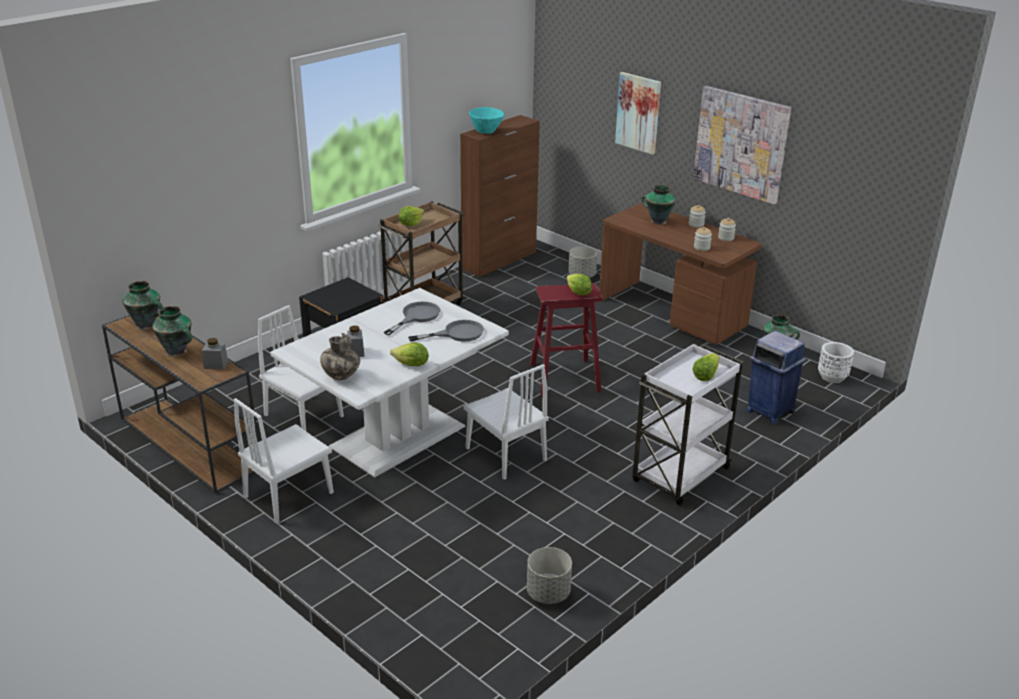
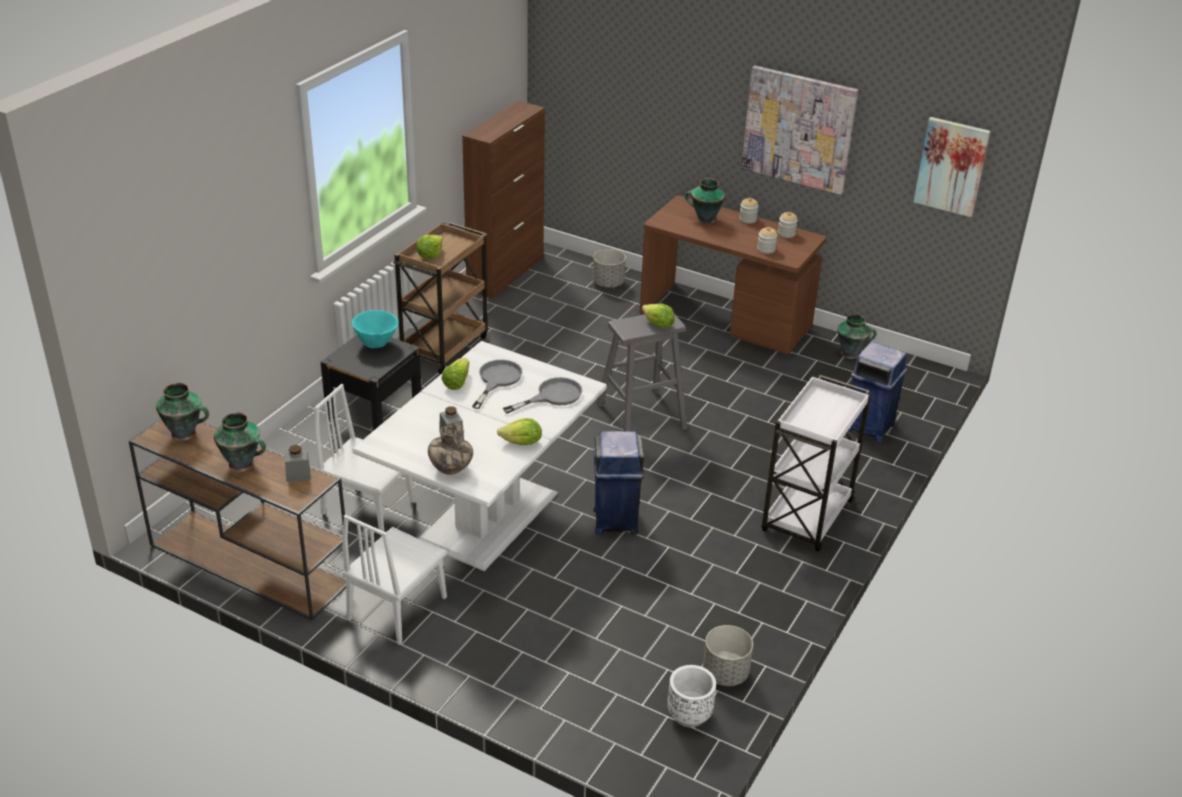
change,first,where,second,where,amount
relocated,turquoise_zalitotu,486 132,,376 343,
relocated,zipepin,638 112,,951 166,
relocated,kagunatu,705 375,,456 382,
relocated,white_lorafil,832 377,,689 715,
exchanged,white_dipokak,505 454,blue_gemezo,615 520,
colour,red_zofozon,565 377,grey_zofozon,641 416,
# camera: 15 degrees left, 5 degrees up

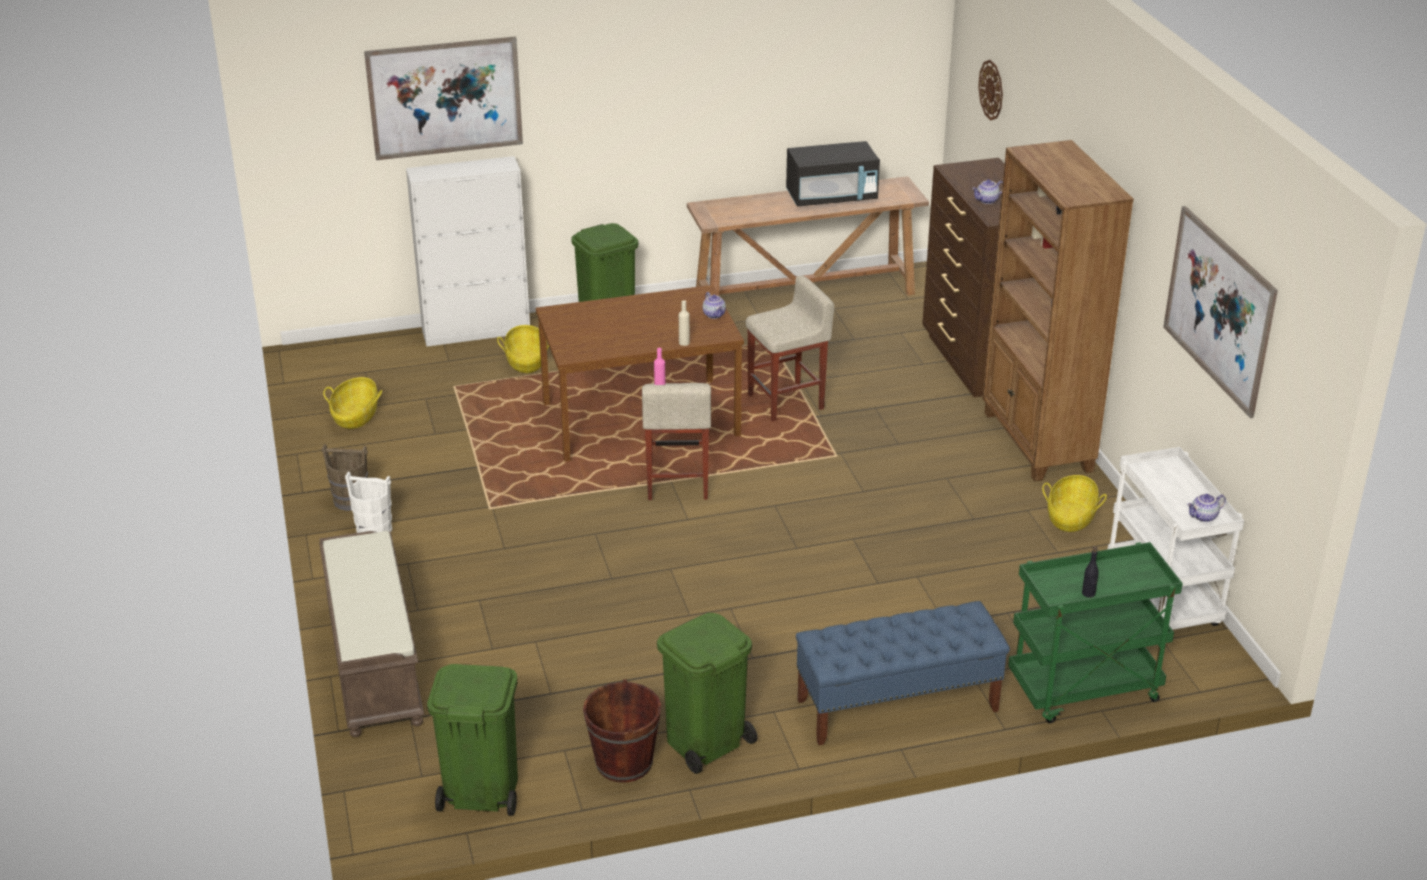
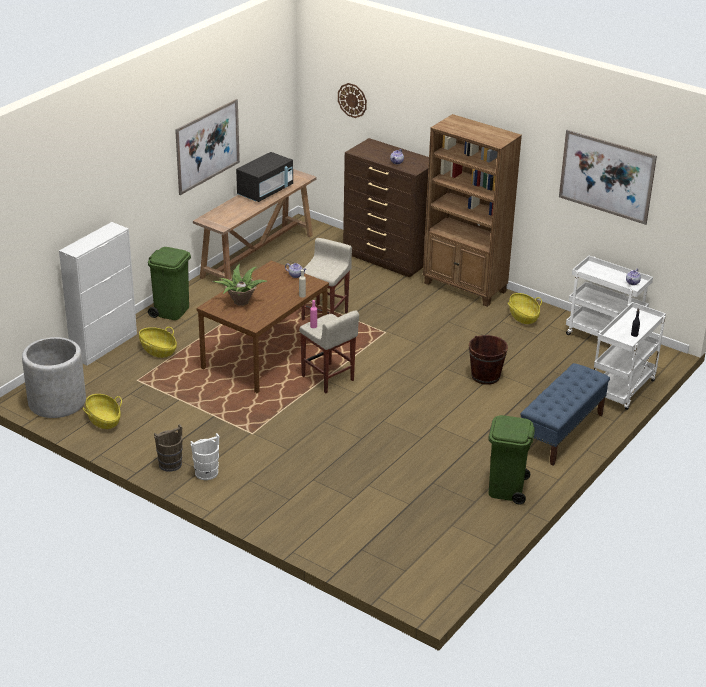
change,first,where,second,where,amount
missing,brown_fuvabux,373 663,,,
missing,green_gemezo,480 791,,,
appeared,,,grey_lorafil,57 402,
appeared,,,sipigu,241 302,
relocated,zipepin,445 98,,207 146,
relocated,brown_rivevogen,624 763,,485 376,
colour,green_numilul,1083 691,white_numilul,623 390,
# camera: 40 degrees left, 0 degrees up

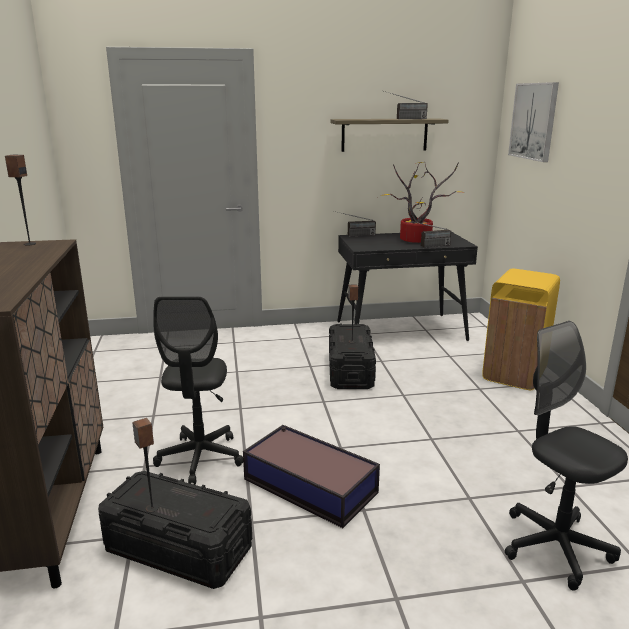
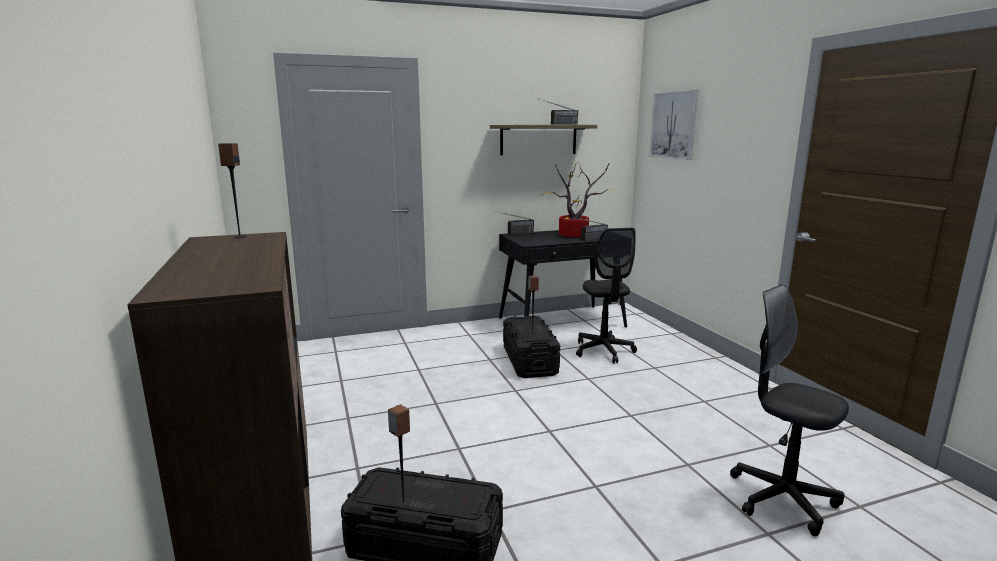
change,first,where,second,where,amount
missing,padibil,309 485,,,
missing,yellow_gemezo,515 374,,,
relocated,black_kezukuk,200 458,,603 351,
# camera: 10 degrees left, 5 degrees down

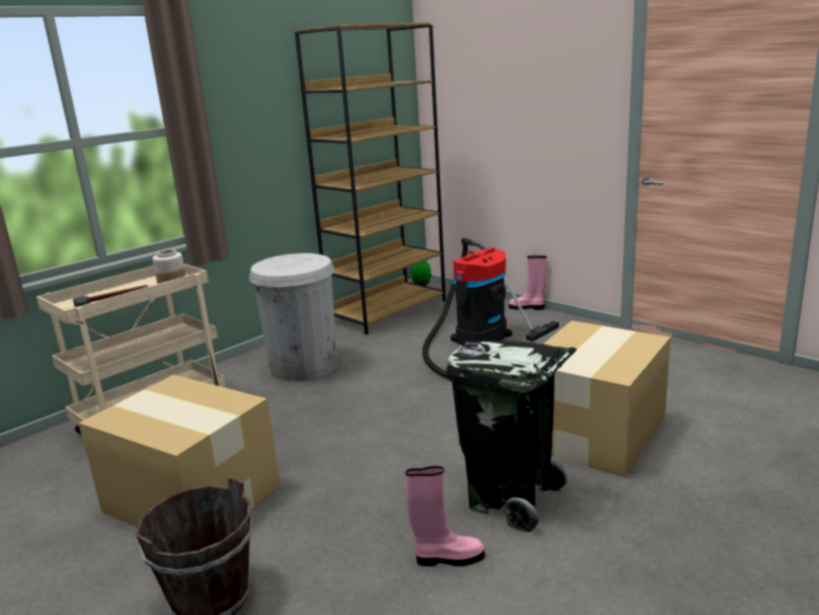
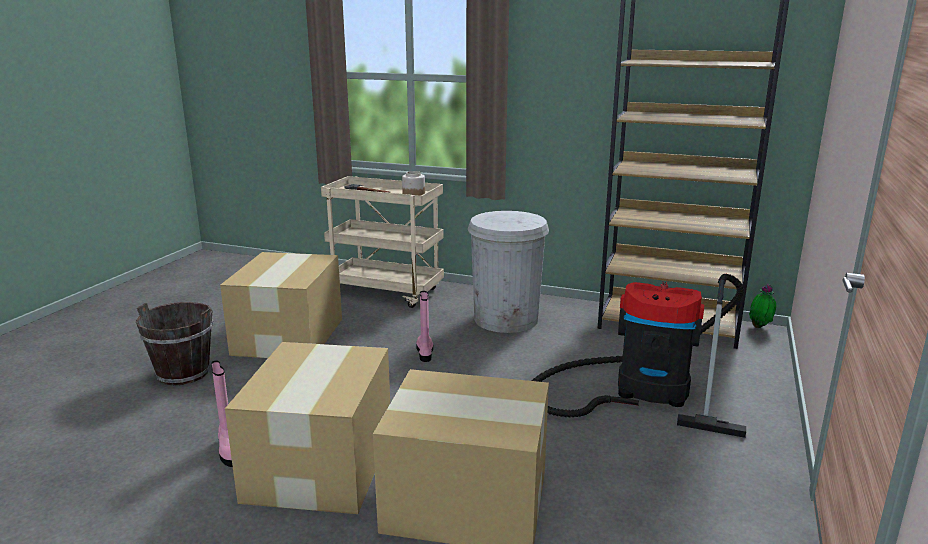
change,first,where,second,where,amount
relocated,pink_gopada,527 307,,425 352,
exchanged,black_gemezo,510 499,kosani,318 466,
# camera: 65 degrees right, 0 degrees up

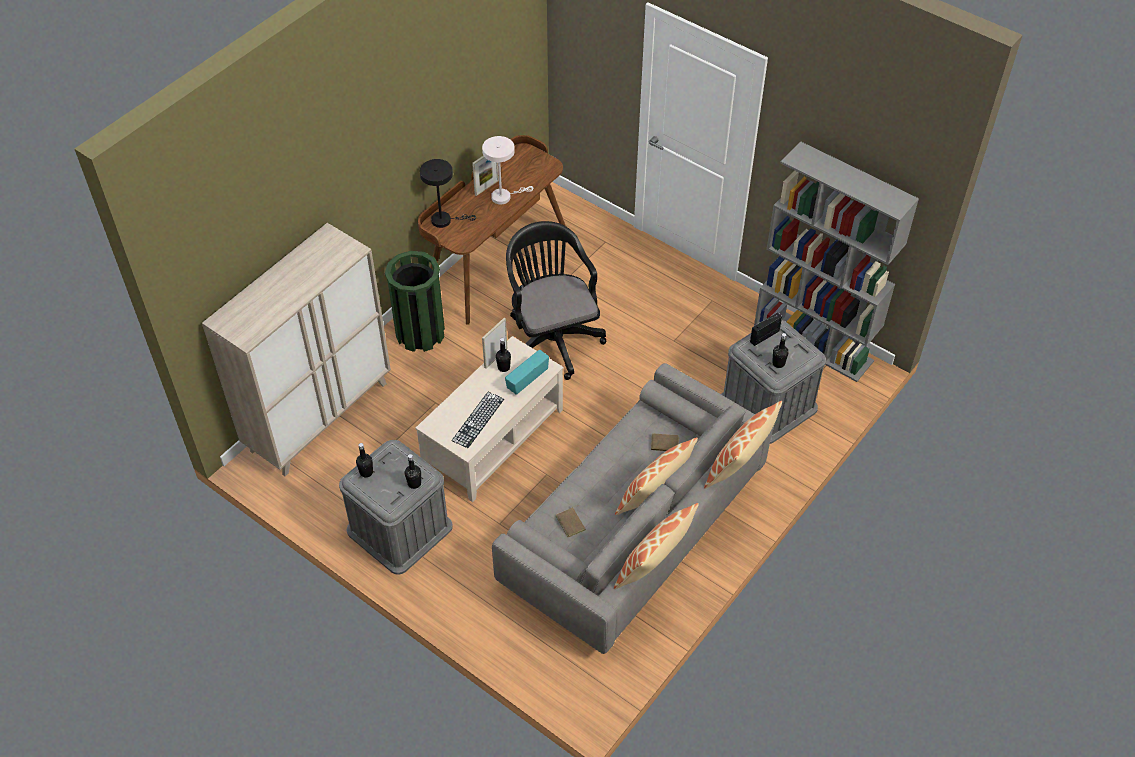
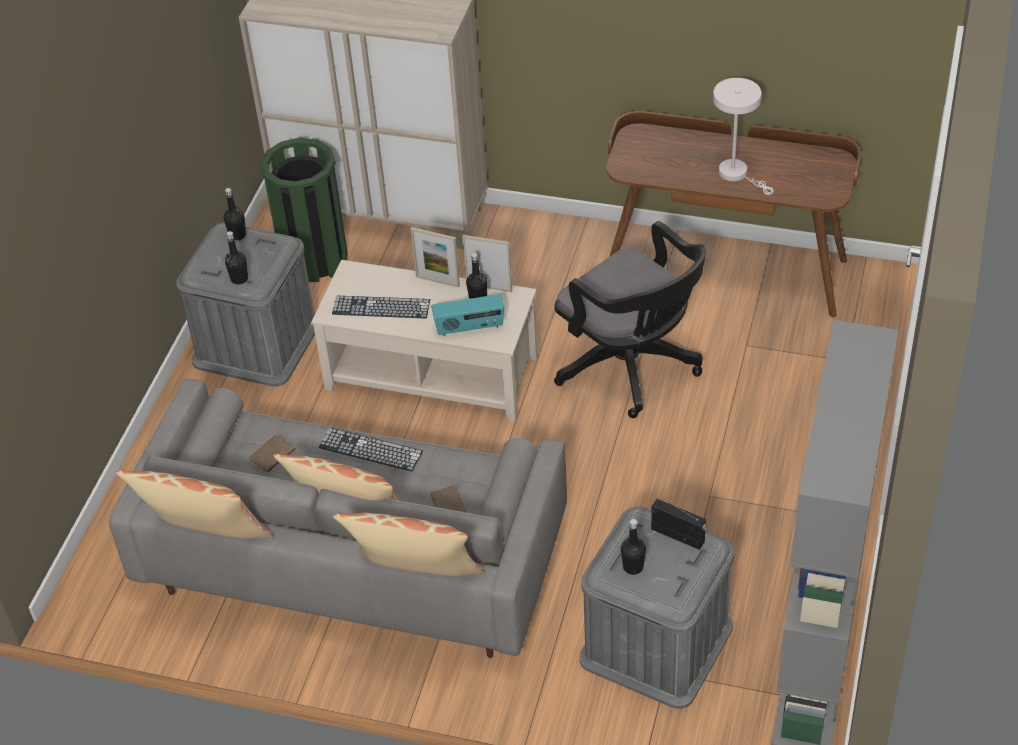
change,first,where,second,where,amount
missing,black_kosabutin,445 220,,,
appeared,,,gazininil,370 449,
relocated,green_gemezo,420 333,,314 259,
relocated,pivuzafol,486 188,,437 281,
spun,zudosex,527 380,,469 328,150 degrees clockwise
spun,black_kezukuk,552 337,,632 368,90 degrees clockwise
# camera: 70 degrees right, 5 degrees down

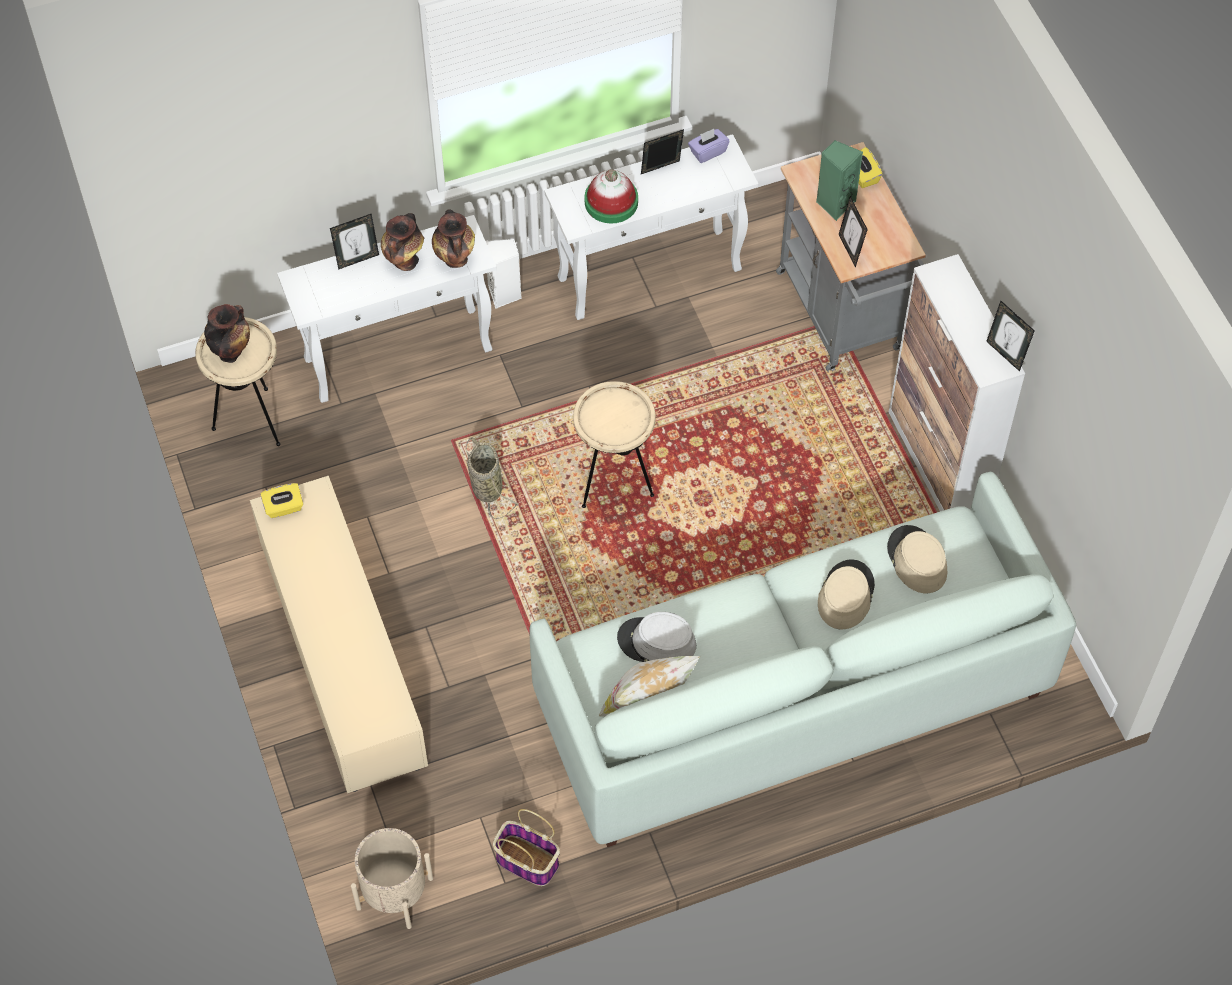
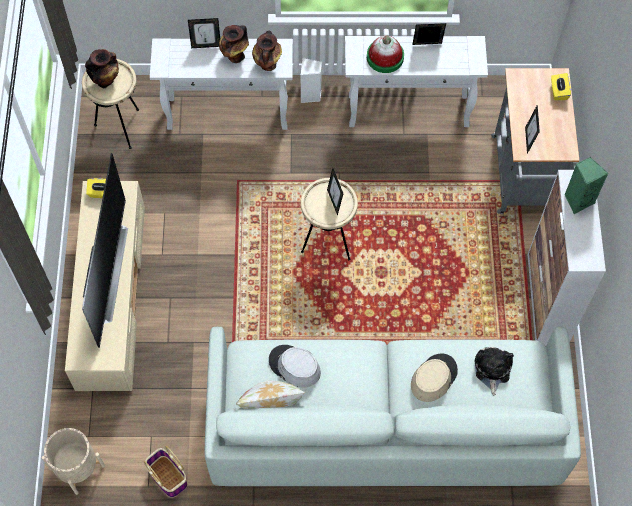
change,first,where,second,where,amount
missing,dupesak,486 486,,,
missing,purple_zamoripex,708 152,,,
appeared,,,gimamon,106 273,
relocated,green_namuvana,835 203,,578 200,
relocated,pivuzafol,1005 354,,334 201,
exchanged,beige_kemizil,916 560,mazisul,492 370,
# camera: 20 degrees right, 5 degrees up

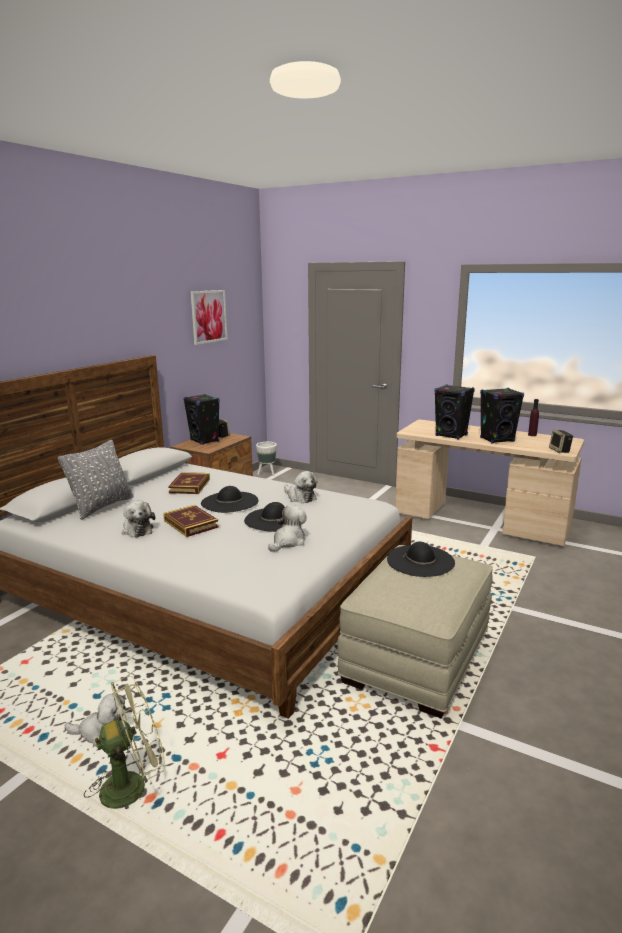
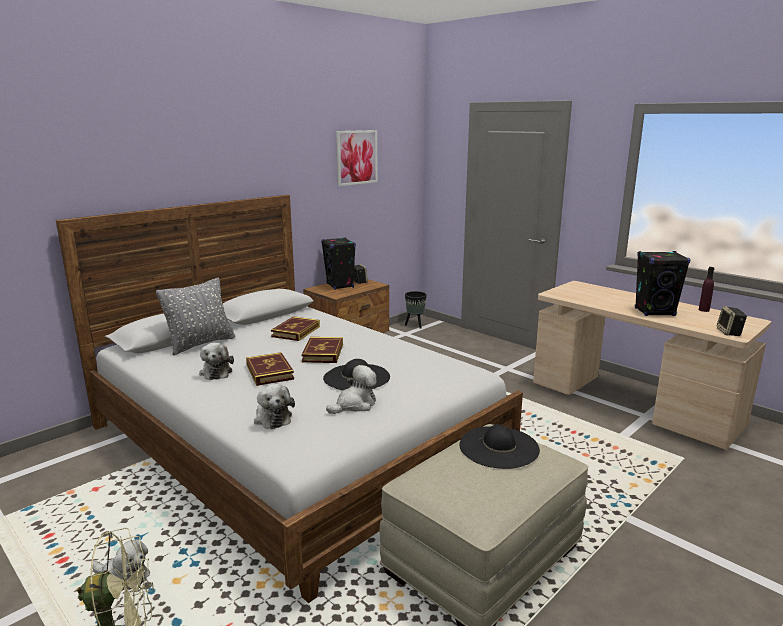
change,first,where,second,where,amount
missing,black_namuvana,451 435,,,
relocated,mazisul,300 497,,272 418,
exchanged,black_kemizil,229 502,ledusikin,323 353,
colour,white_lorafil,267 474,black_lorafil,415 325,
# camera: 15 degrees right, 0 degrees up

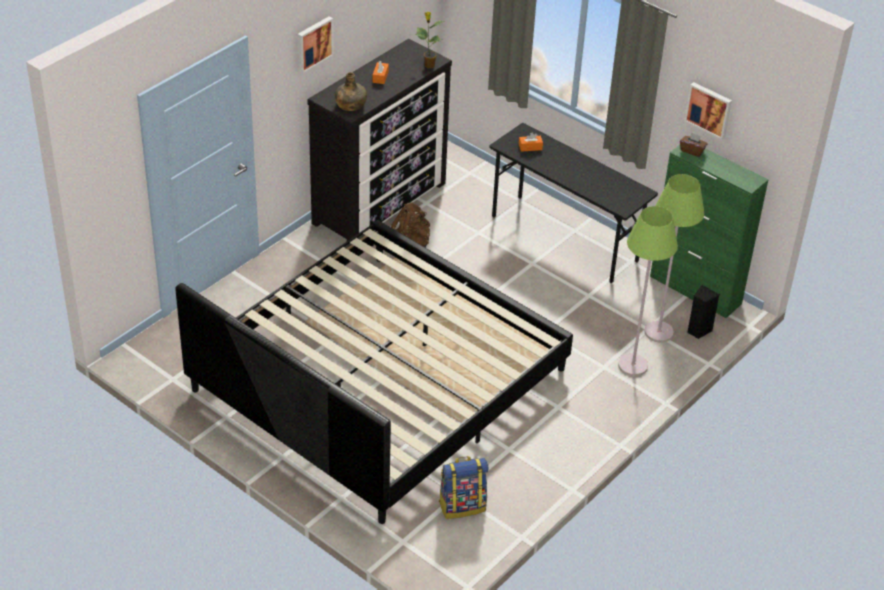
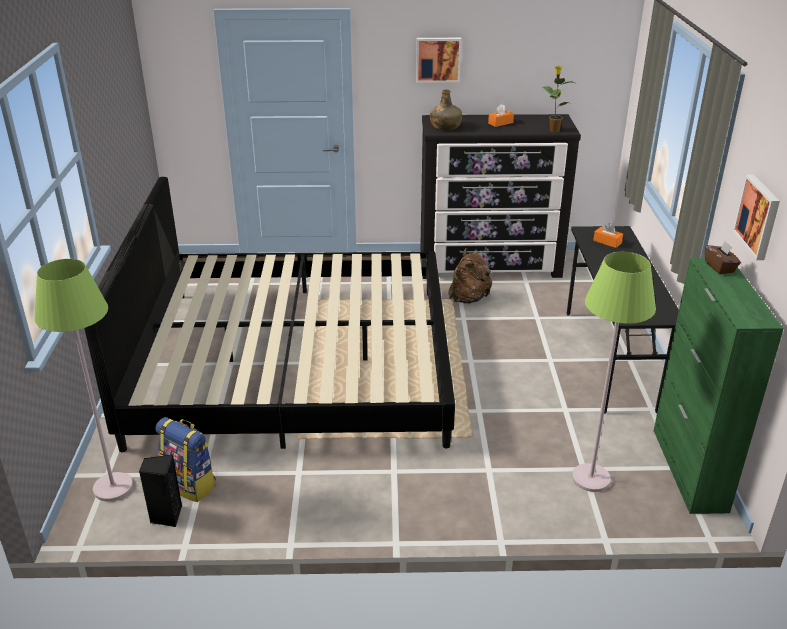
change,first,where,second,where,amount
relocated,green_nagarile,633 366,,113 488,
relocated,black_namuvana,698 330,,166 516,
# camera: 50 degrees right, 10 degrees down

